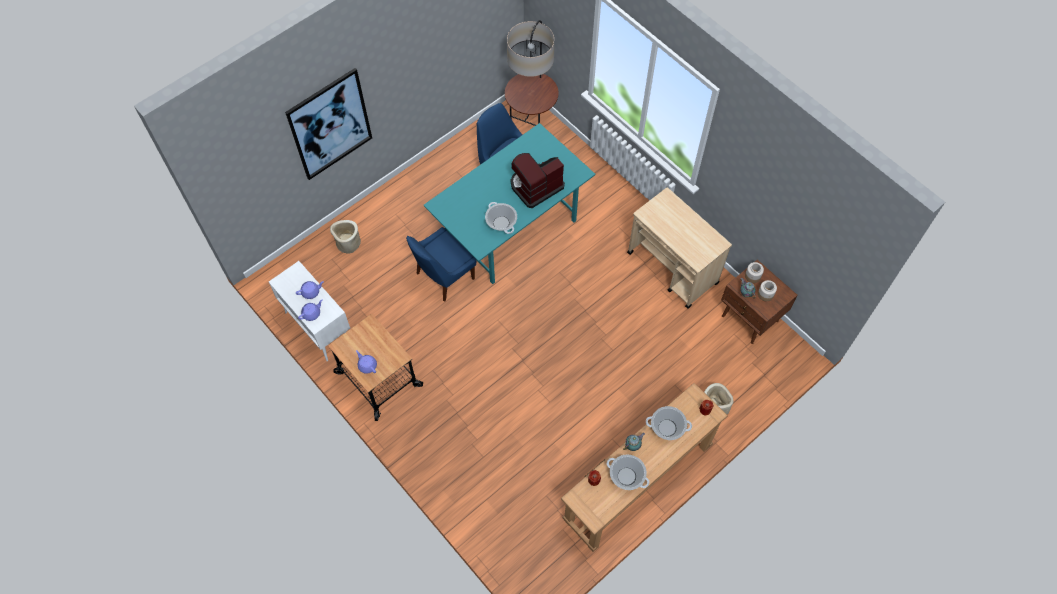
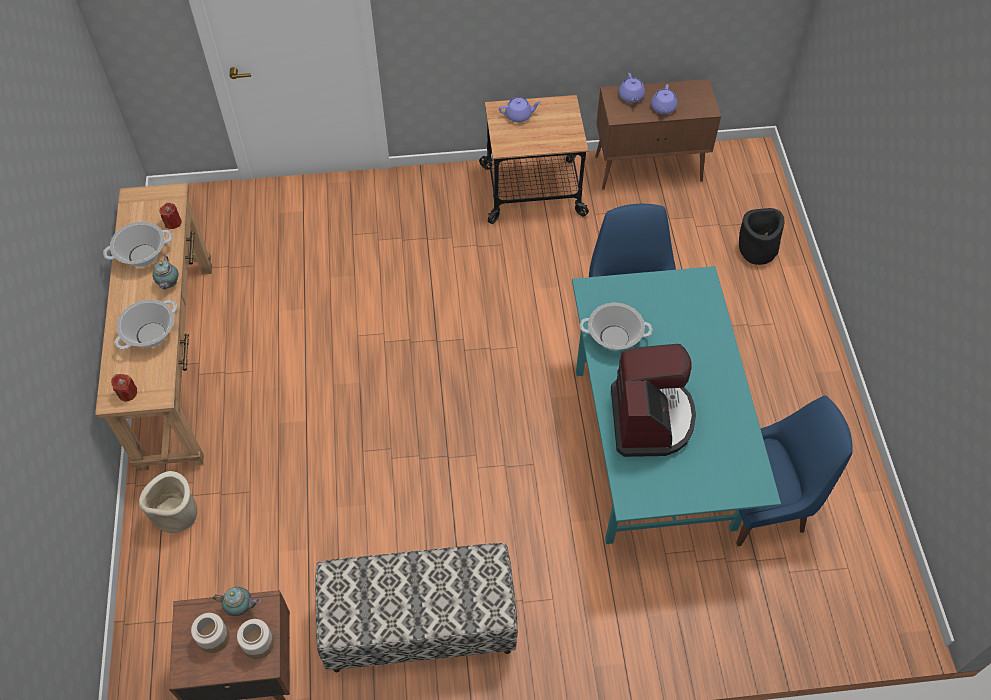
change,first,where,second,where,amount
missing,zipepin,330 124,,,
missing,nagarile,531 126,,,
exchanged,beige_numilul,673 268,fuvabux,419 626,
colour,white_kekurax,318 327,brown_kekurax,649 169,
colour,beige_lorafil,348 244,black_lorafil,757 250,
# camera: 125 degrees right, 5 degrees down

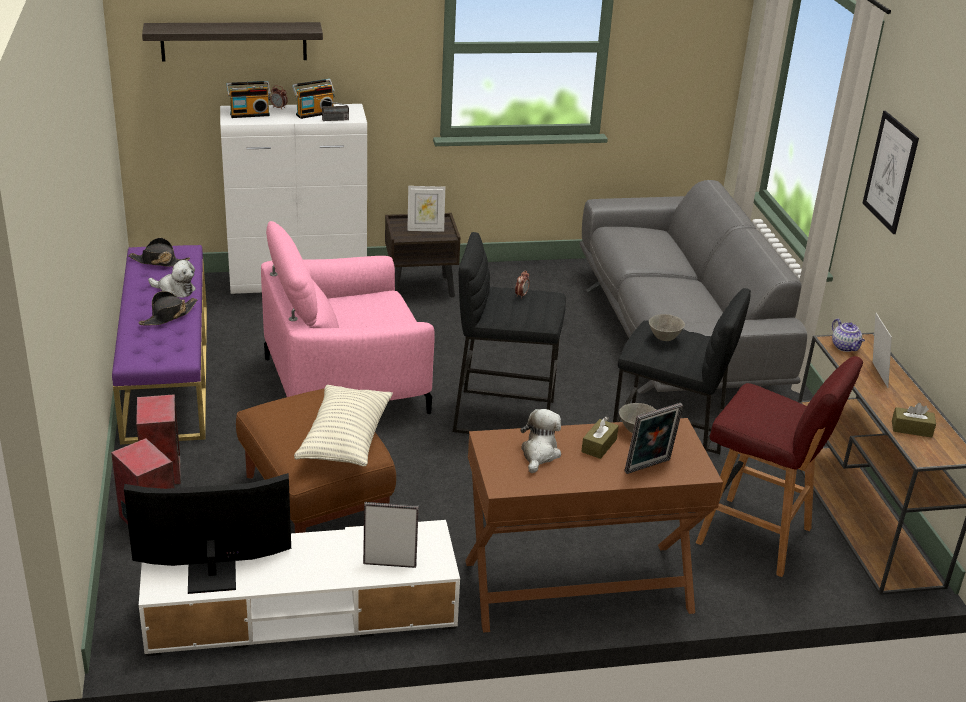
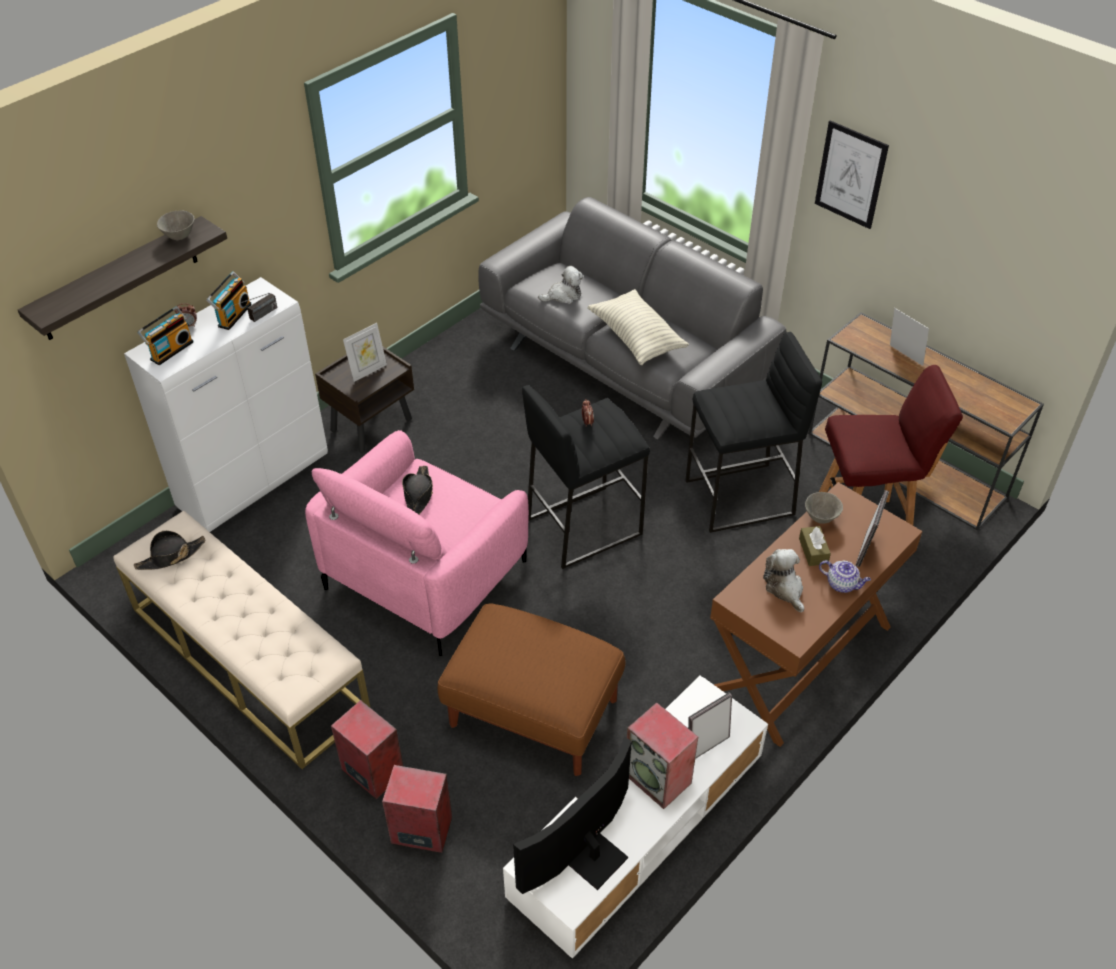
change,first,where,second,where,amount
missing,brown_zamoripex,911 429,,,
appeared,,,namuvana,659 778,
relocated,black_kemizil,168 316,,418 495,
relocated,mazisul,175 290,,563 295,
relocated,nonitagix,345 439,,636 338,
relocated,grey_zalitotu,664 338,,179 237,
relocated,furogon,845 347,,842 584,
colour,purple_fuvabux,166 370,beige_fuvabux,248 659,
# camera: 35 degrees left, 15 degrees up

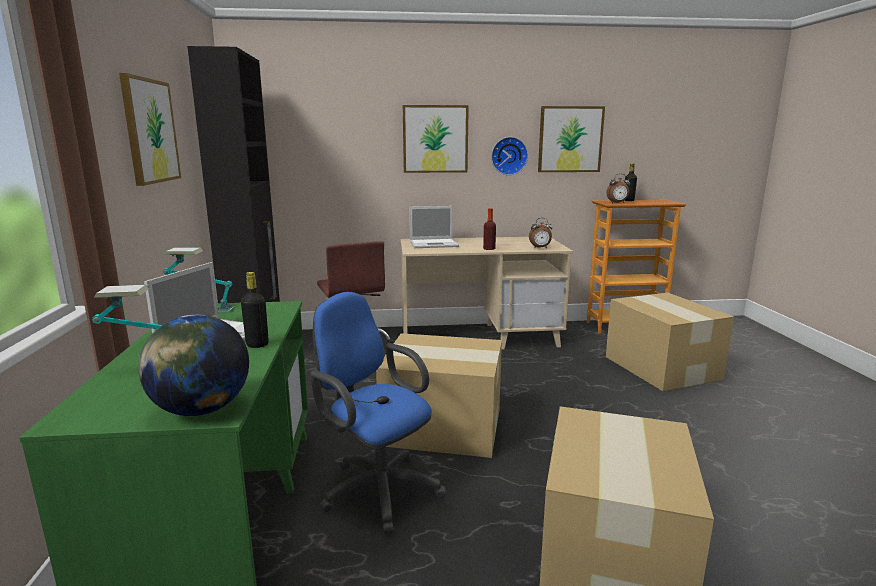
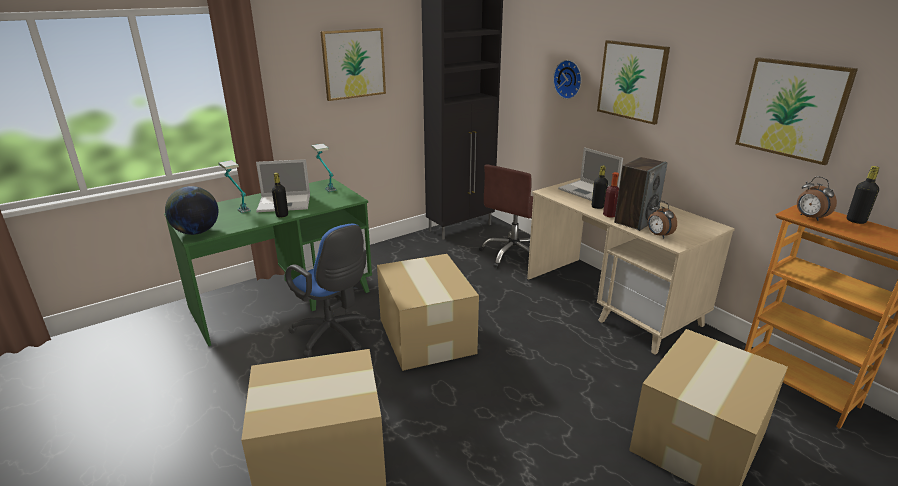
change,first,where,second,where,amount
appeared,,,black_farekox,597 207,
appeared,,,namuvana,635 221,
relocated,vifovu,508 156,,569 79,
spun,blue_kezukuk,377 488,,334 336,120 degrees clockwise
# camera: 60 degrees right, 10 degrees up

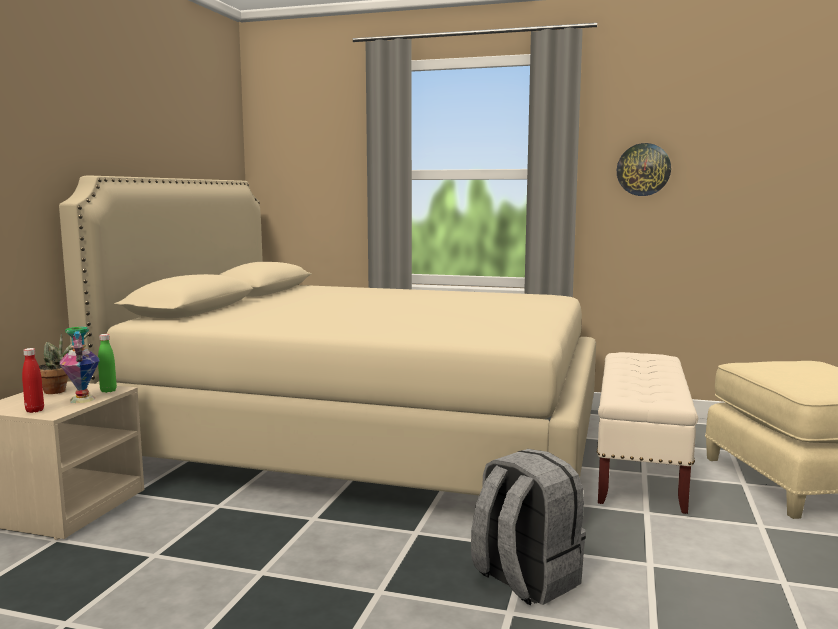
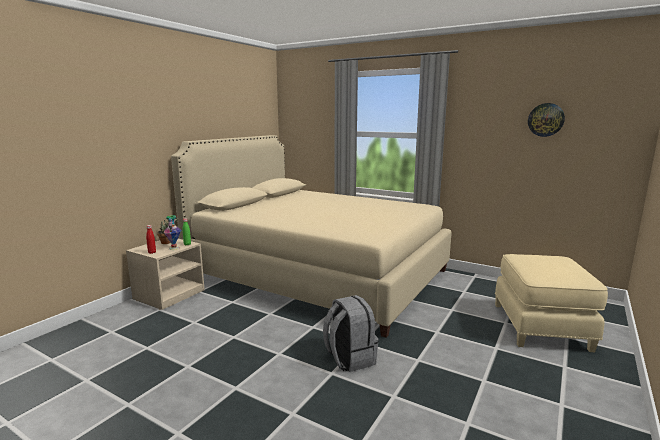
change,first,where,second,where,amount
missing,beige_fuvabux,639 466,,,
relocated,vifovu,643 169,,546 120,
# camera: 15 degrees right, 5 degrees up

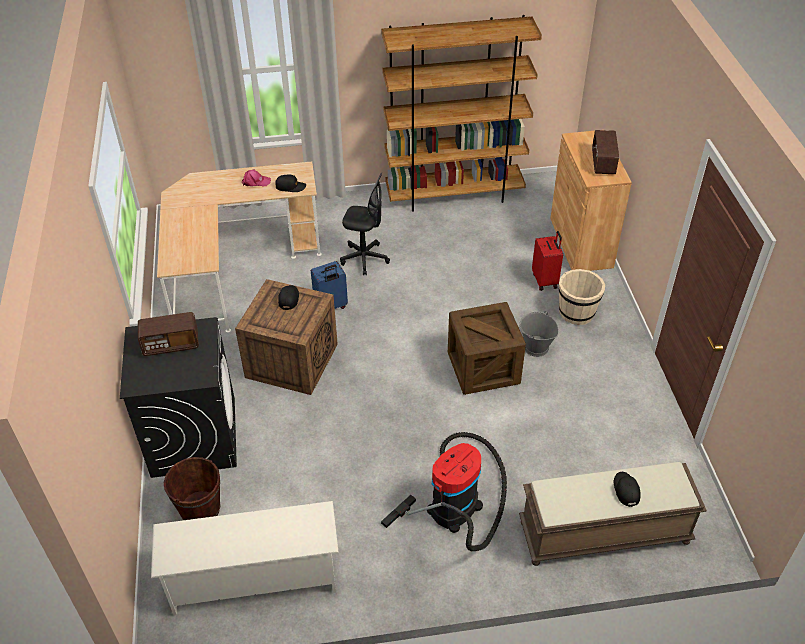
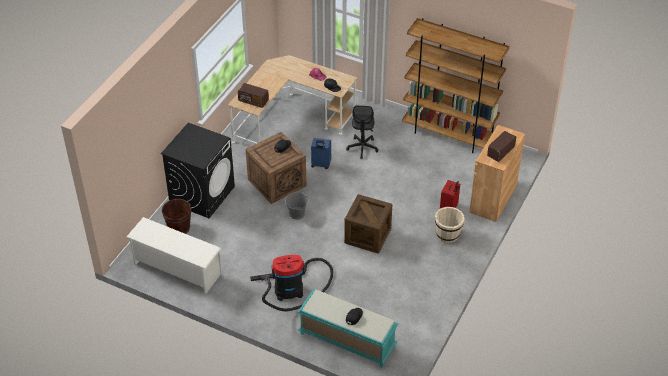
change,first,where,second,where,amount
relocated,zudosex,171 344,,253 101,
relocated,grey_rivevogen,535 347,,296 213,
colour,brown_fuvabux,603 533,turquoise_fuvabux,346 340,
spun,black_kezukuk,365 258,,362 147,45 degrees clockwise
# camera: 35 degrees right, 0 degrees up

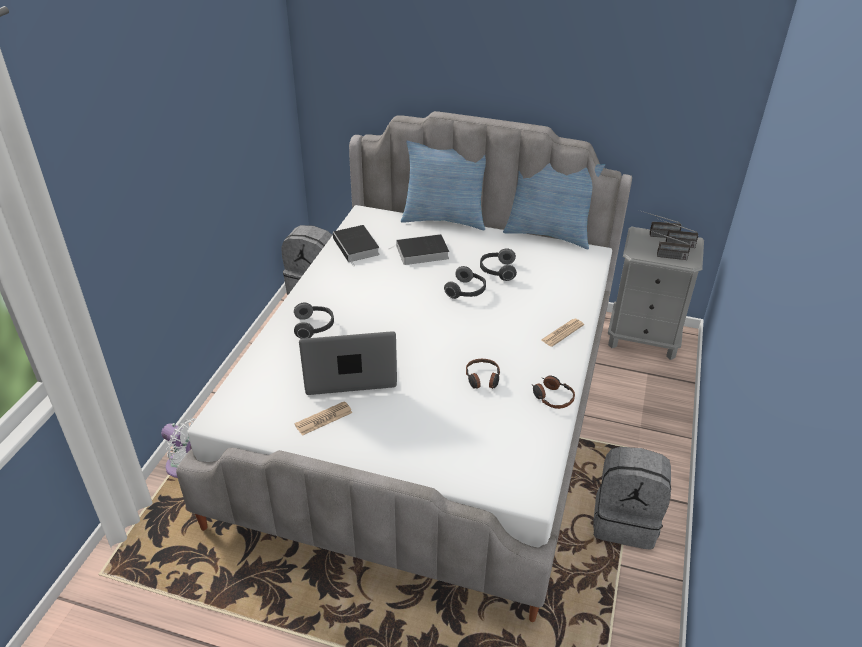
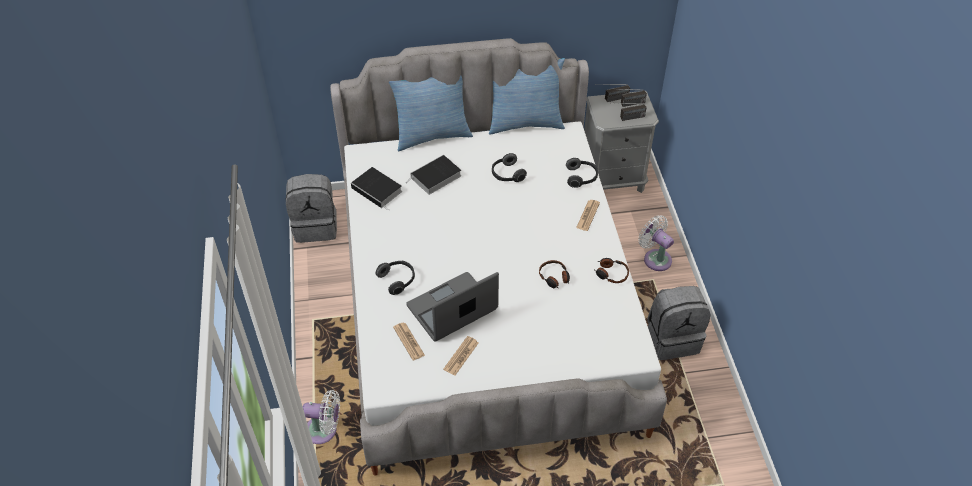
change,first,where,second,where,amount
appeared,,,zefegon,409 341,
appeared,,,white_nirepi,655 258,
relocated,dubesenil,466 291,,581 178,
# camera: 25 degrees left, 10 degrees up

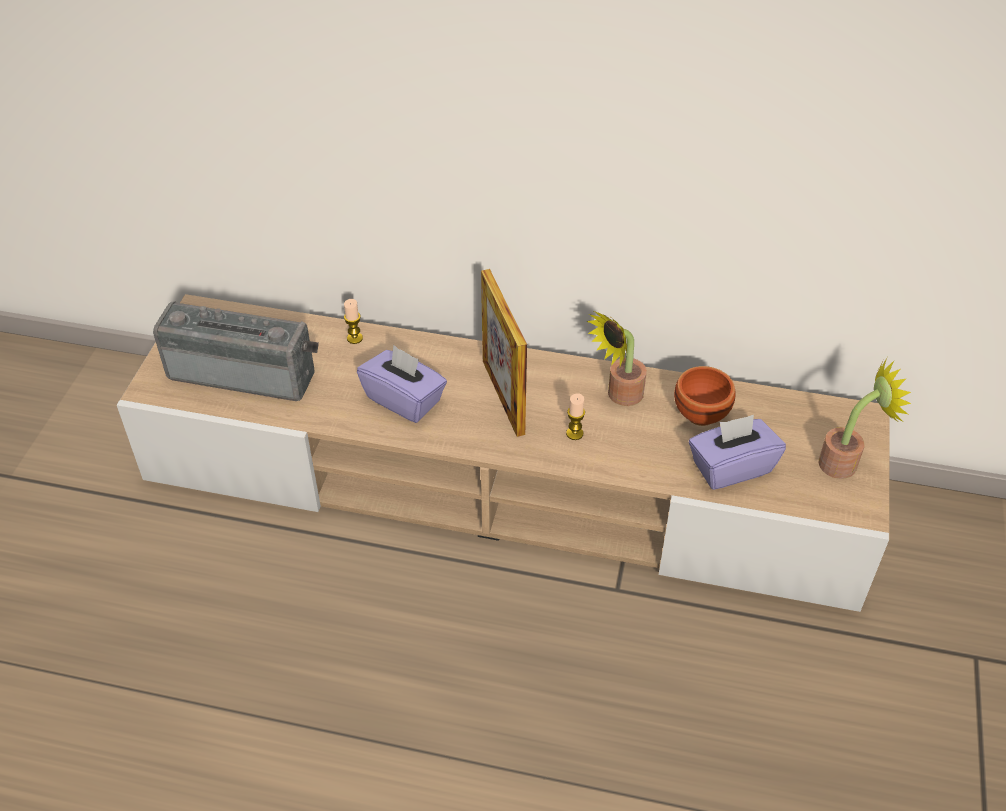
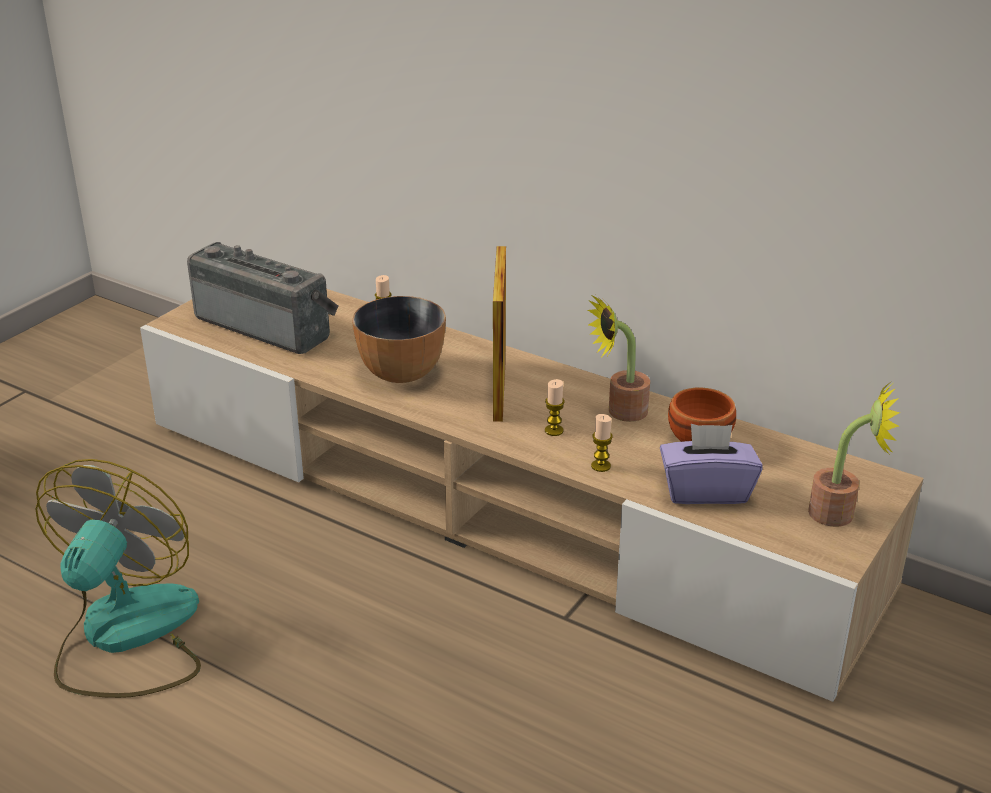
change,first,where,second,where,amount
appeared,,,nirepi,126 637,
appeared,,,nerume,600 466,
exchanged,purple_zamoripex,404 399,zalitotu,401 373,
# camera: 20 degrees right, 15 degrees down

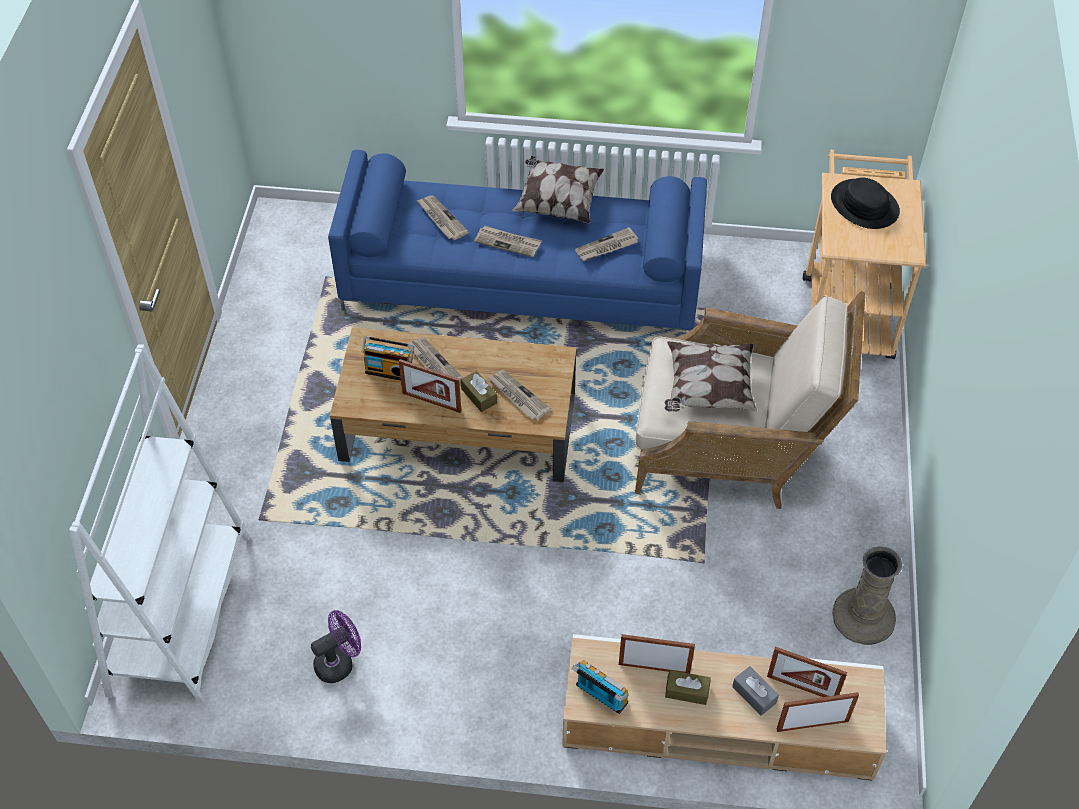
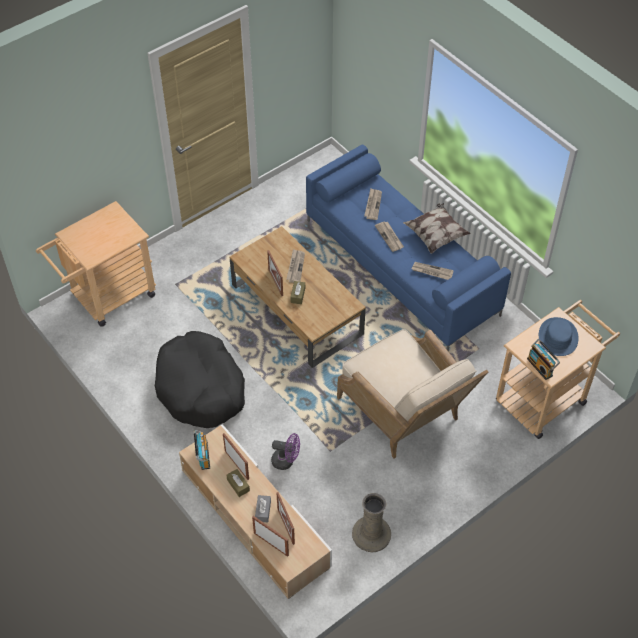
change,first,where,second,where,amount
missing,zefegon,517 396,,,
missing,nonitagix,708 389,,,
appeared,,,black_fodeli,201 388,
relocated,purple_nirepi,339 662,,286 461,
relocated,zudosex,390 371,,541 367,
exchanged,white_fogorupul,181 614,beige_numilul,107 298,
colour,black_kemizil,864 205,blue_kemizil,557 337,
# camera: 45 degrees right, 0 degrees up

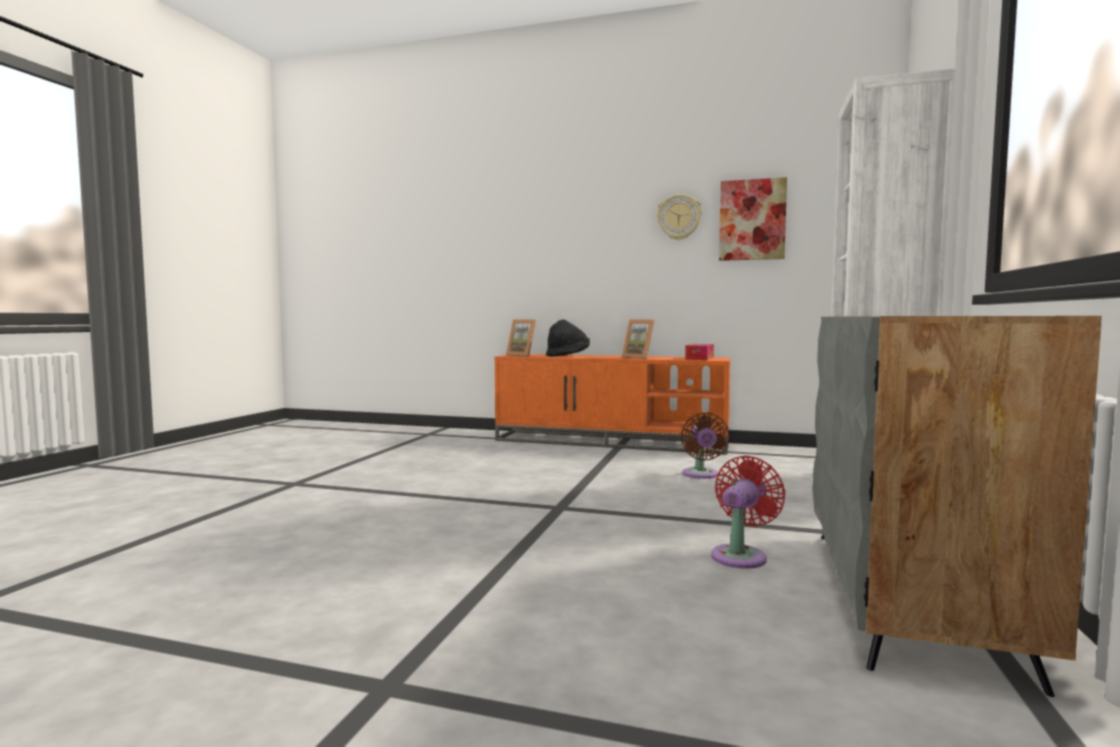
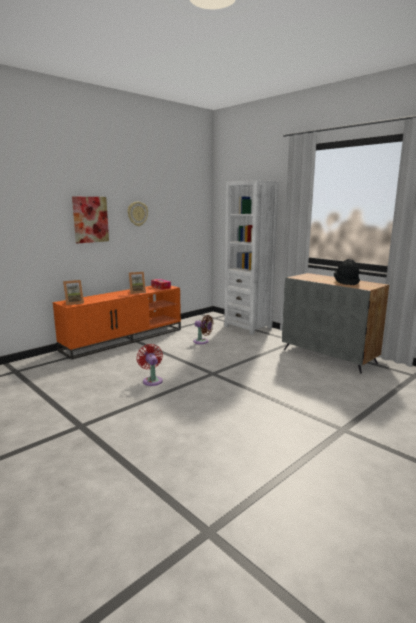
change,first,where,second,where,amount
relocated,black_kemizil,568 356,,346 282,
relocated,red_nirepi,741 555,,152 380,
relocated,zipepin,752 220,,90 219,
# camera: 60 degrees left, 10 degrees up

